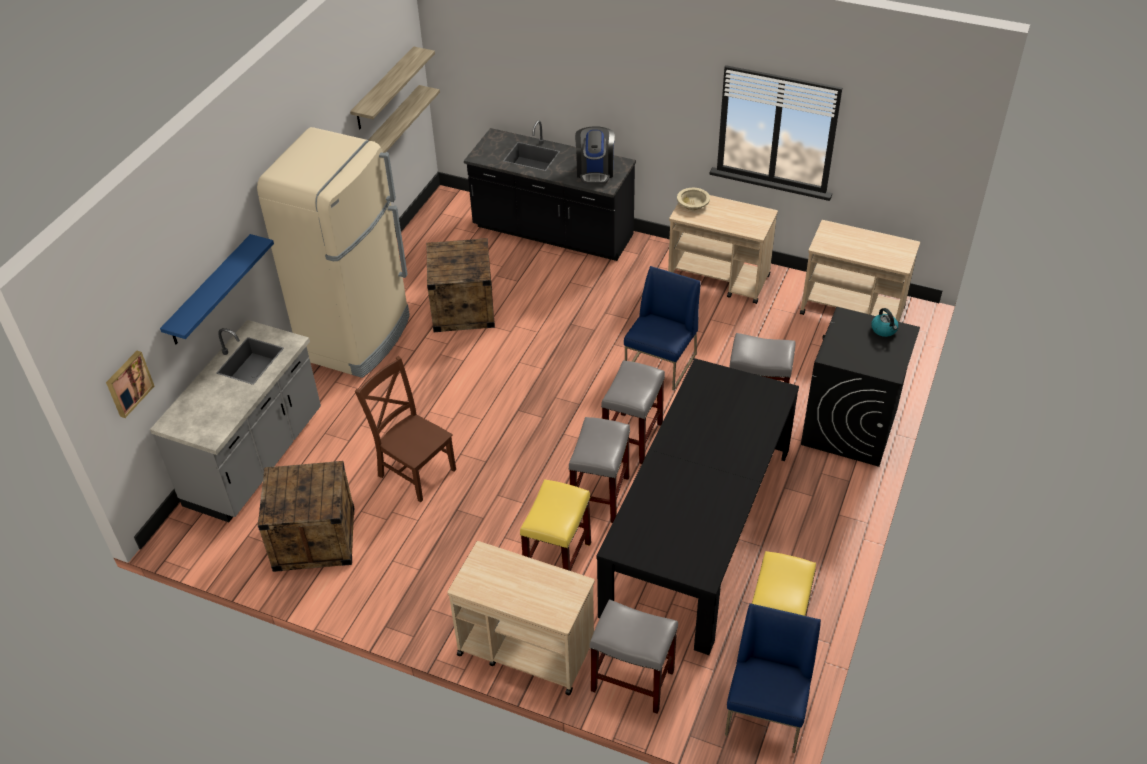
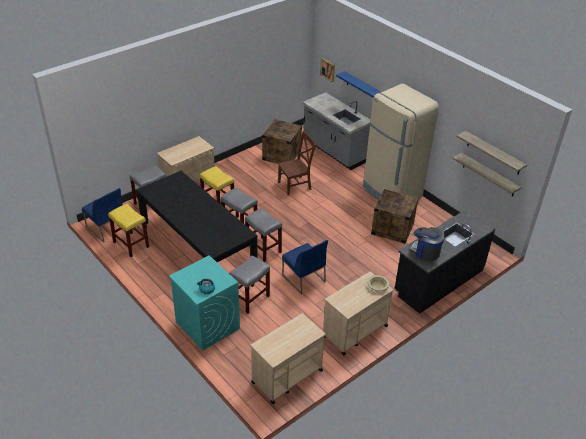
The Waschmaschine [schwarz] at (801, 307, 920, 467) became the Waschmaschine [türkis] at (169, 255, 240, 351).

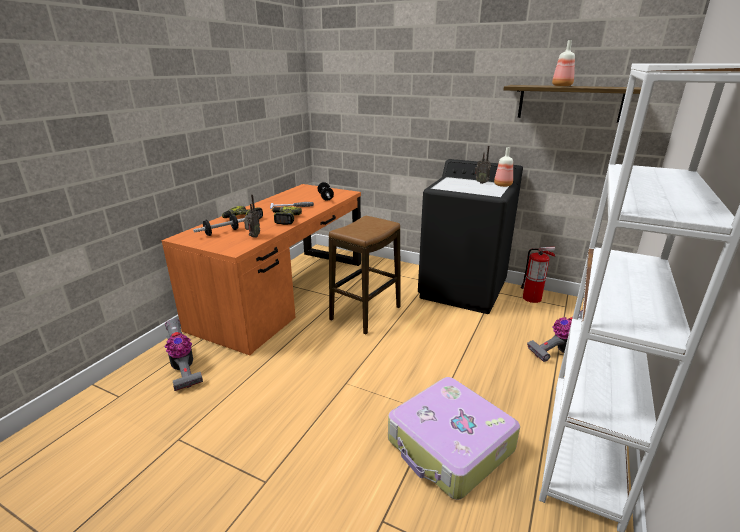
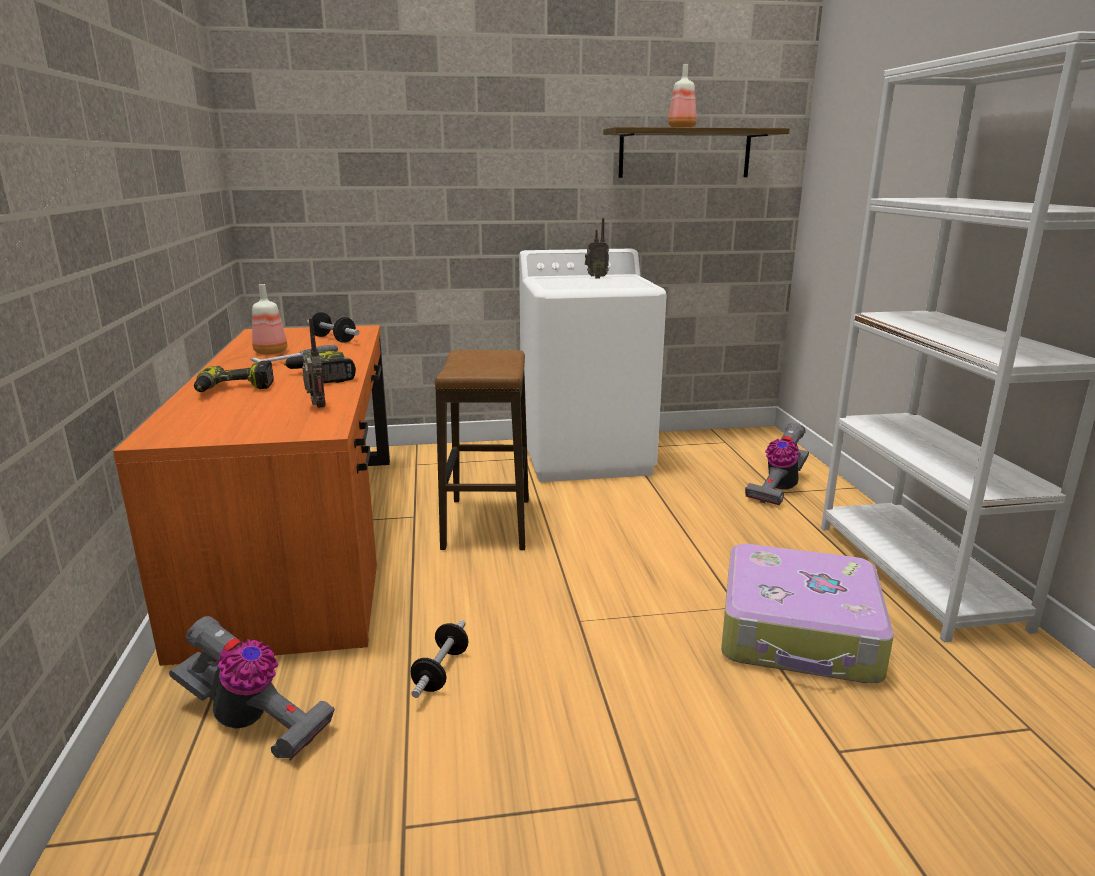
The Flasche moved from (494, 147, 513, 187) to (252, 284, 288, 355). The Hantel moved from (193, 214, 244, 236) to (411, 620, 469, 698). The Waschmaschine [schwarz] at (418, 159, 523, 314) became the Waschmaschine [weiß] at (519, 249, 667, 482). The Feuerlöscher at (521, 247, 555, 303) disappeared.

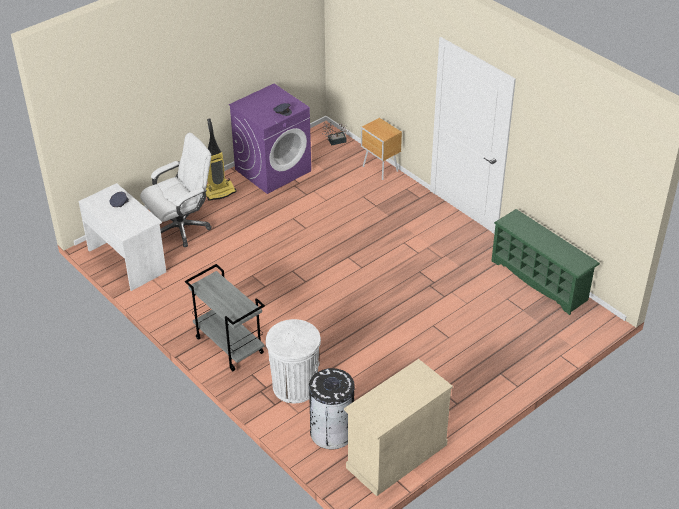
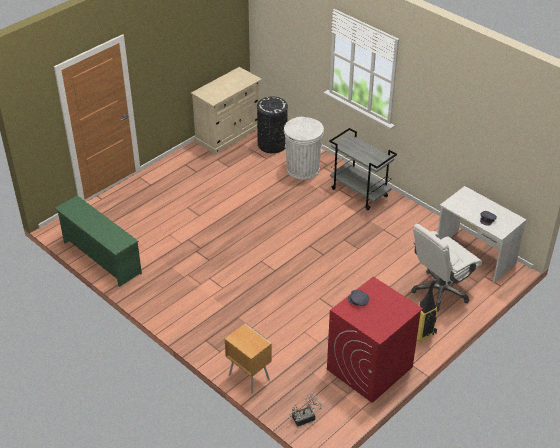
The Waschmaschine [lila] at (229, 84, 311, 194) became the Waschmaschine [rot] at (327, 277, 423, 403).

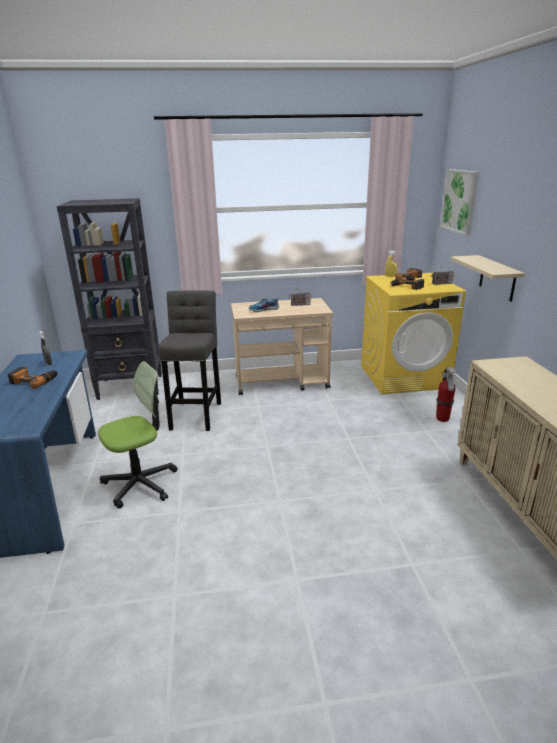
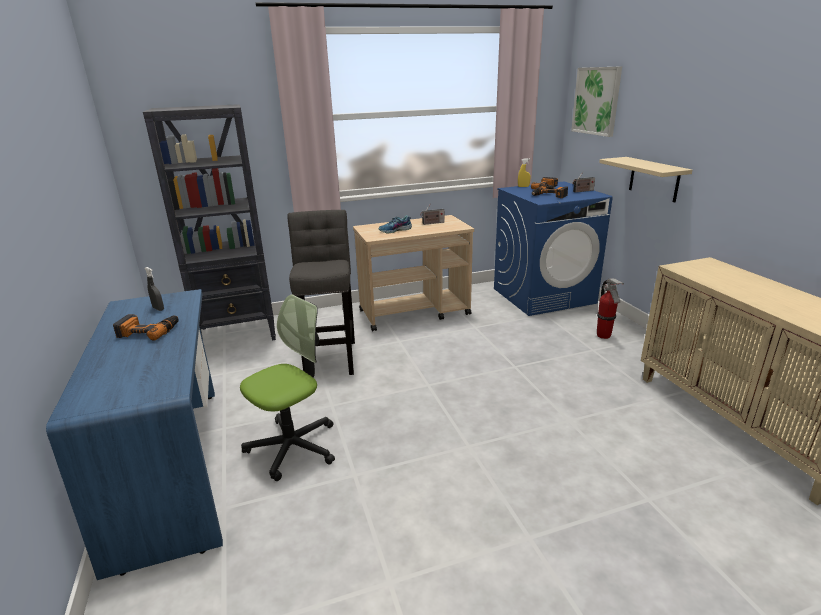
The Waschmaschine [gelb] at (361, 273, 466, 394) became the Waschmaschine [blau] at (494, 182, 613, 316).

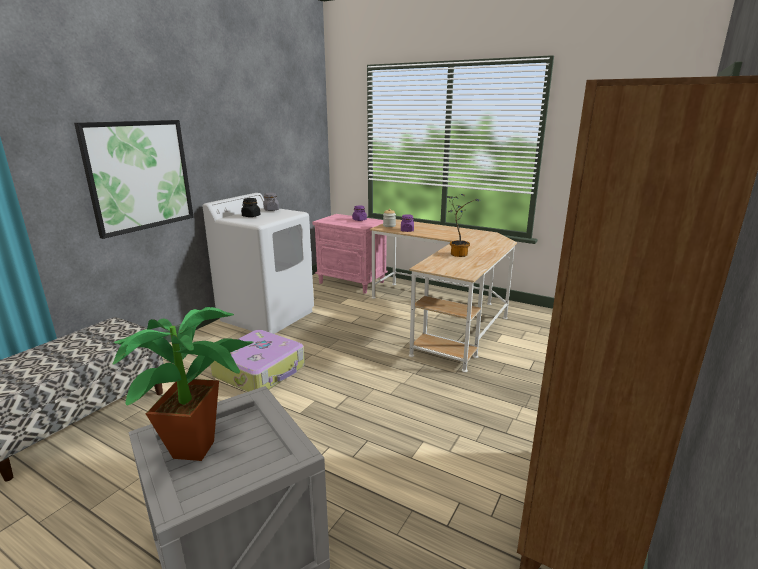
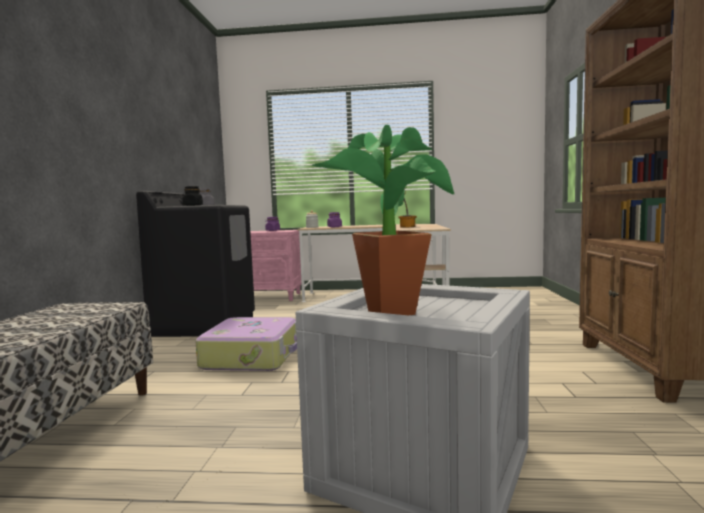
The Waschmaschine [weiß] at (203, 193, 314, 334) became the Waschmaschine [schwarz] at (136, 191, 255, 337). The Bild at (74, 120, 194, 239) disappeared.

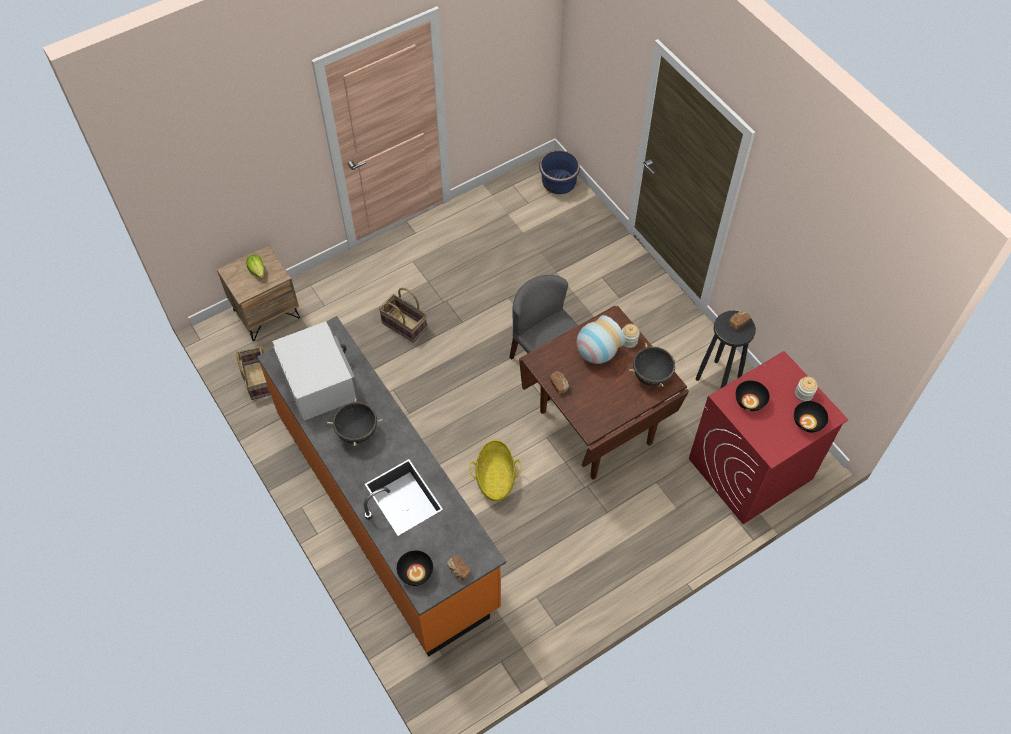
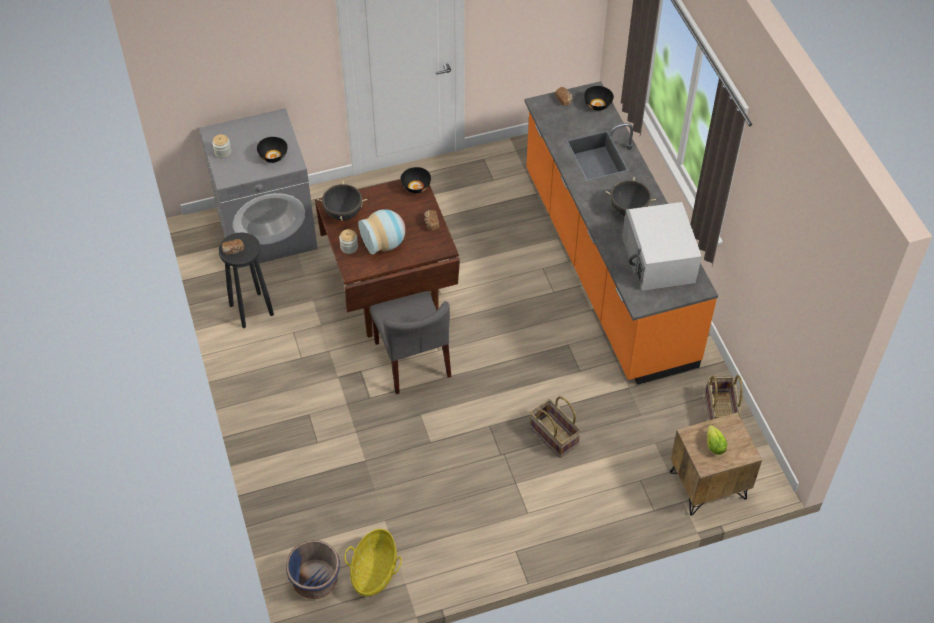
The Waschmaschine [rot] at (689, 351, 848, 524) became the Waschmaschine [grau] at (199, 108, 318, 269). The Korb moved from (469, 440, 522, 501) to (344, 529, 402, 596). The Schüssel [schwarz] moved from (794, 401, 828, 432) to (400, 167, 431, 193).

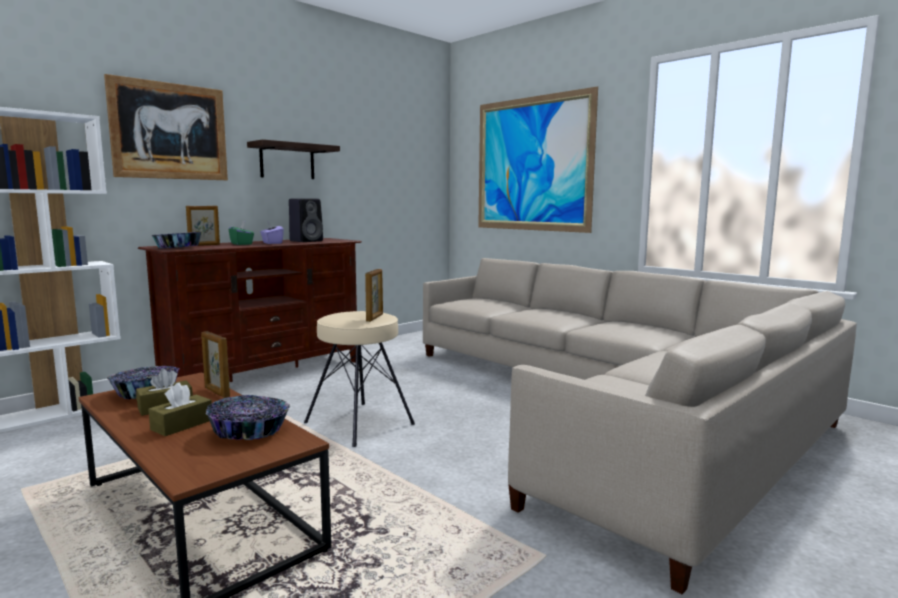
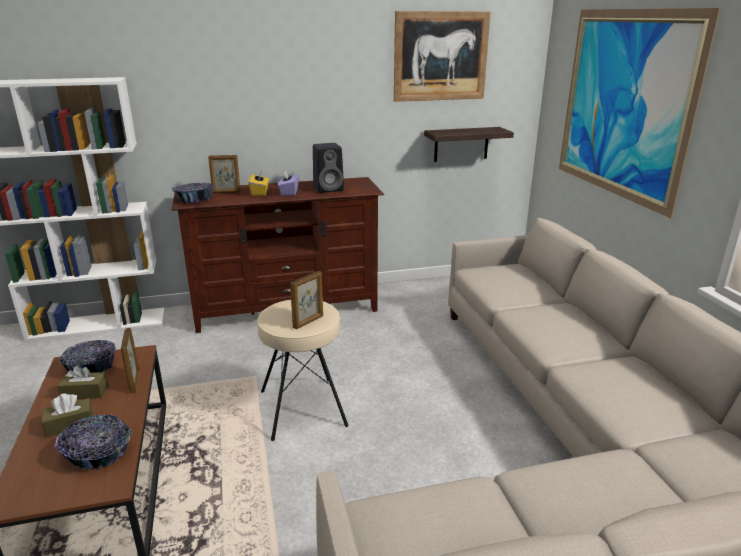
The Taschentuchbox [grün] at (229, 222, 254, 245) became the Taschentuchbox [gelb] at (248, 171, 269, 196). The Bild moved from (104, 74, 228, 180) to (394, 11, 491, 102). The Wandregal moved from (247, 139, 340, 179) to (424, 127, 514, 162).

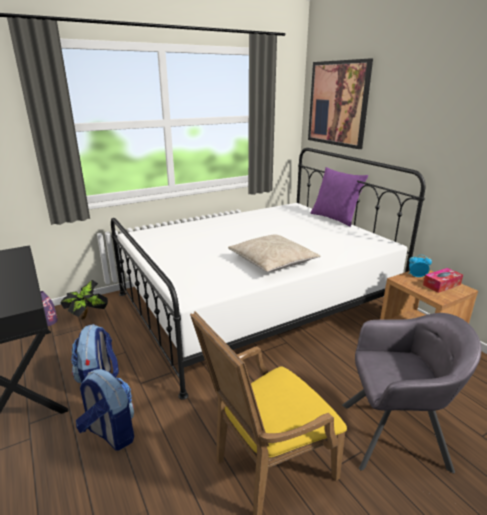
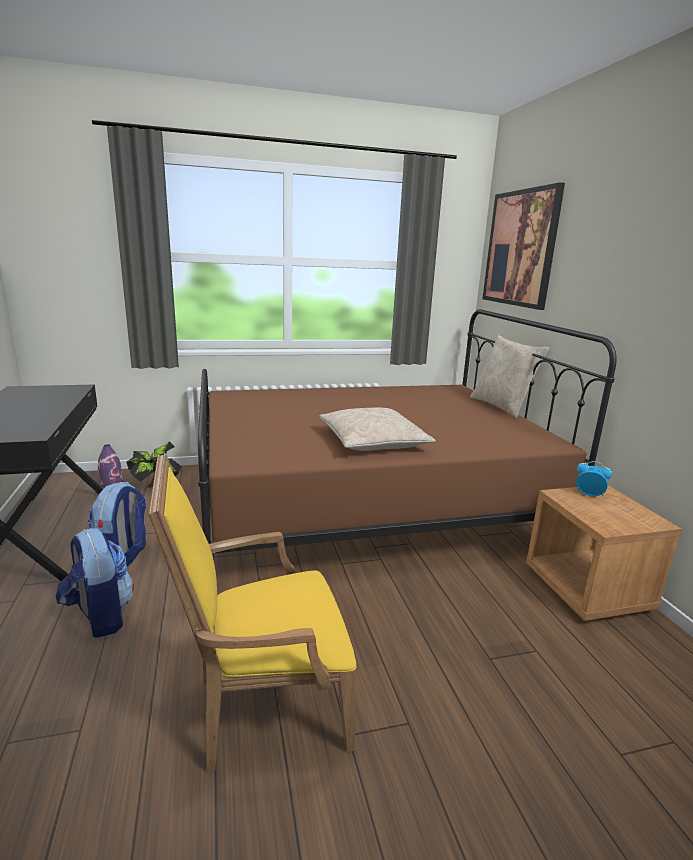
The Bett [weiß] at (111, 148, 426, 400) became the Bett [braun] at (198, 309, 617, 553). The Kissen [lila] at (310, 167, 368, 227) became the Kissen [beige] at (470, 335, 549, 418). The Sessel [grau] at (342, 313, 481, 473) disappeared. The Taschentuchbox at (423, 268, 463, 293) disappeared.

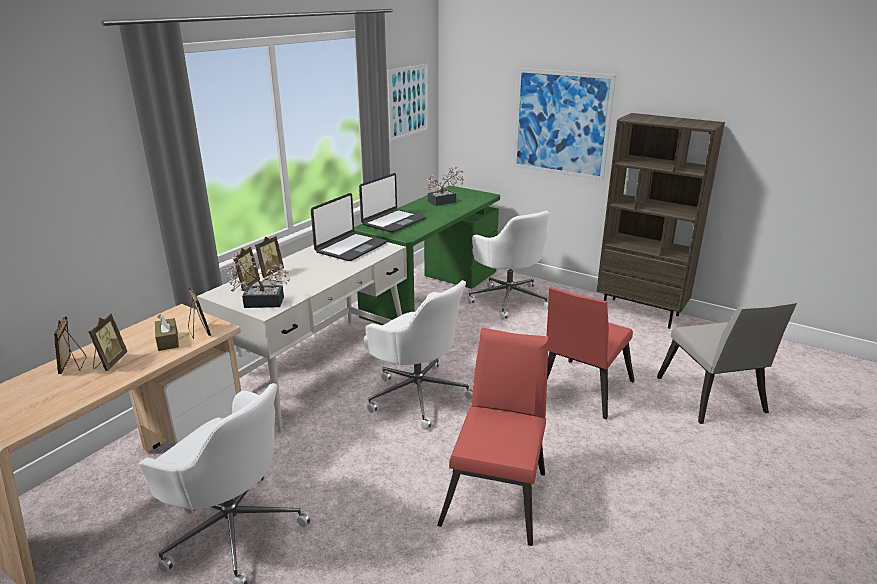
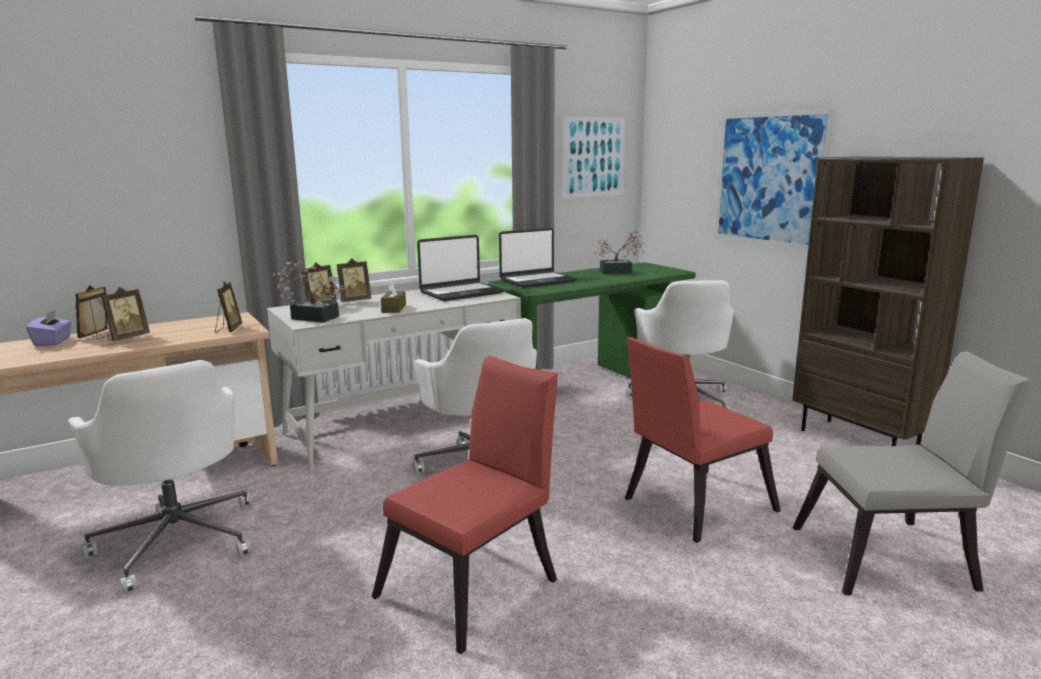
The Taschentuchbox [lila] at (26, 310, 72, 347) appeared. The Taschentuchbox [braun] moved from (155, 314, 179, 351) to (381, 281, 406, 313). The Stuhl [grau] at (657, 301, 797, 424) turned 105 degrees counterclockwise.

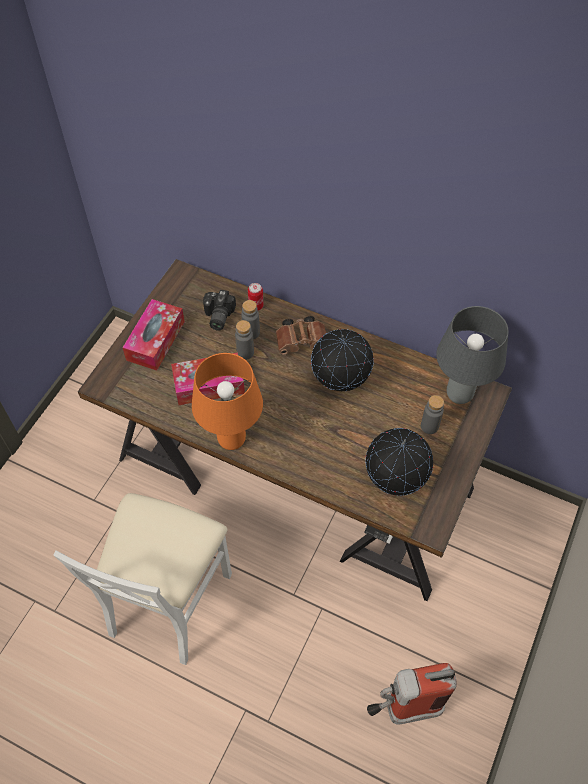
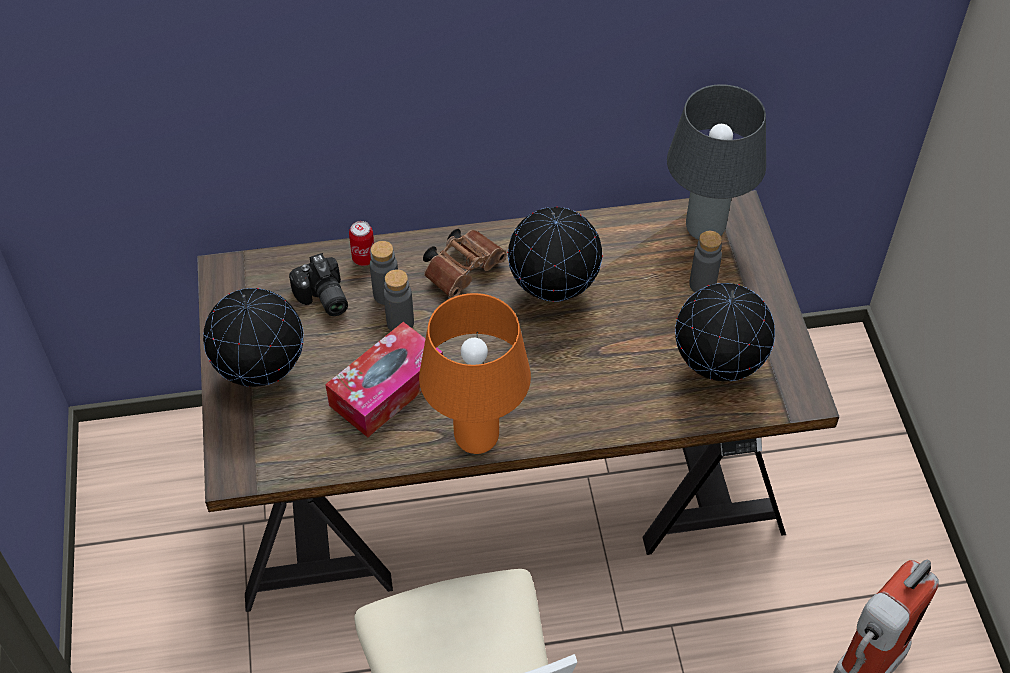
The Taschentuchbox at (122, 299, 185, 371) was replaced by the Globus at (203, 288, 303, 387).

